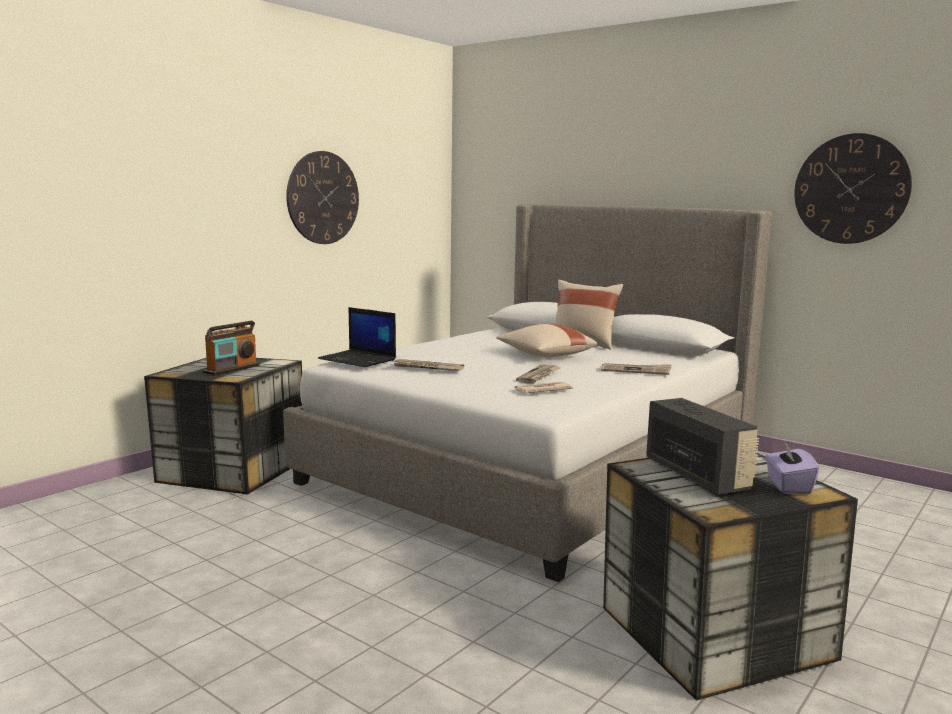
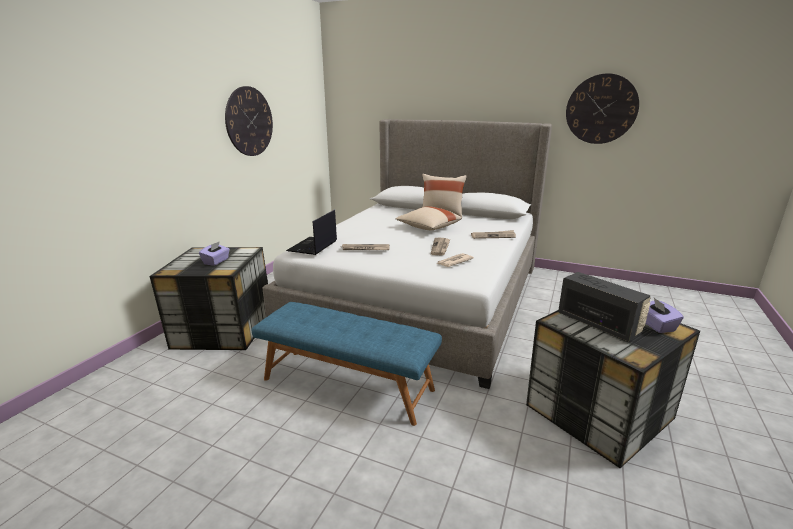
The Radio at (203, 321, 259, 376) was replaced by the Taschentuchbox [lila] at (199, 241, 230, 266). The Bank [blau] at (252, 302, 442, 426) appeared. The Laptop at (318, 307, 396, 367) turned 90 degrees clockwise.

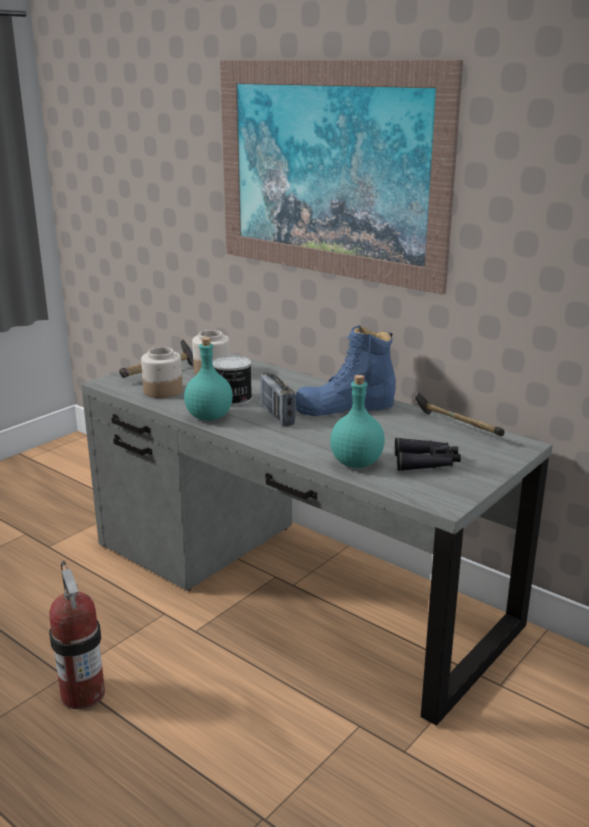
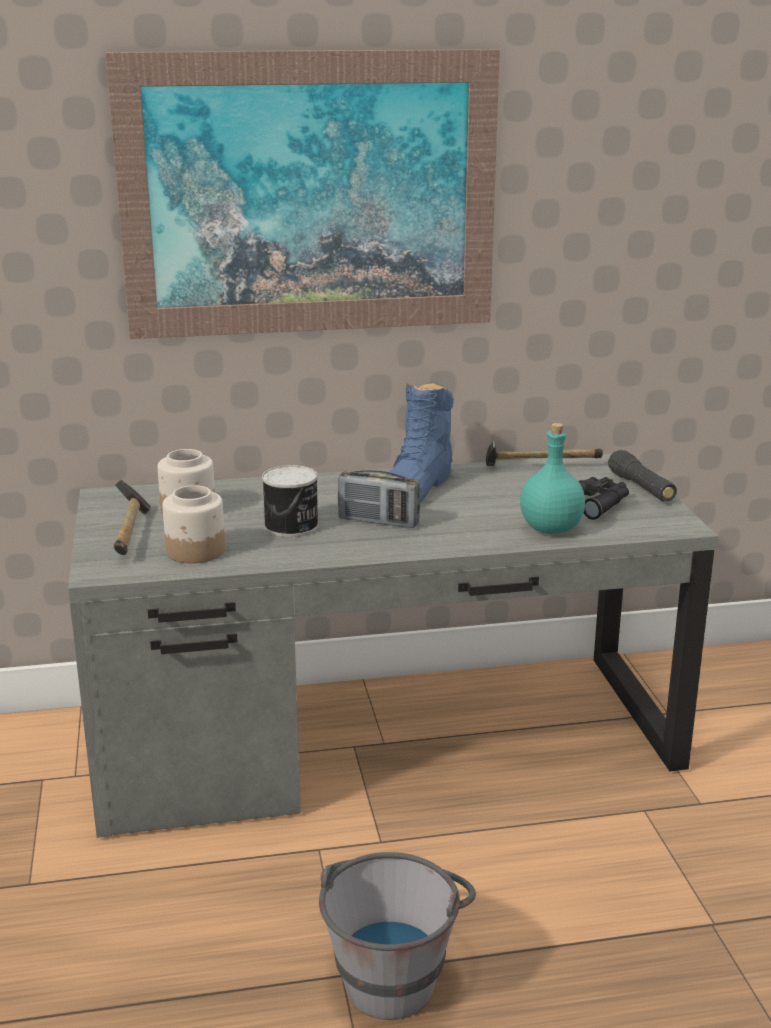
The Feuerlöscher at (49, 561, 105, 709) was replaced by the Eimer [grau] at (319, 852, 476, 1020). The Taschenlampe [schwarz] at (608, 450, 677, 502) appeared. The Flasche [türkis] at (184, 337, 233, 421) disappeared.

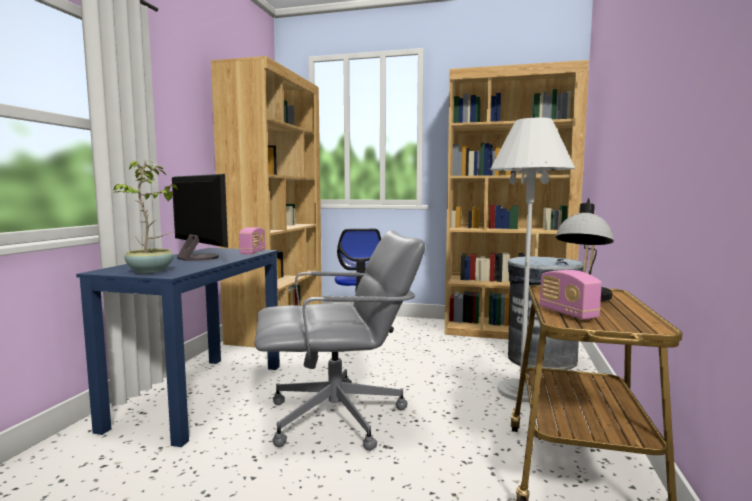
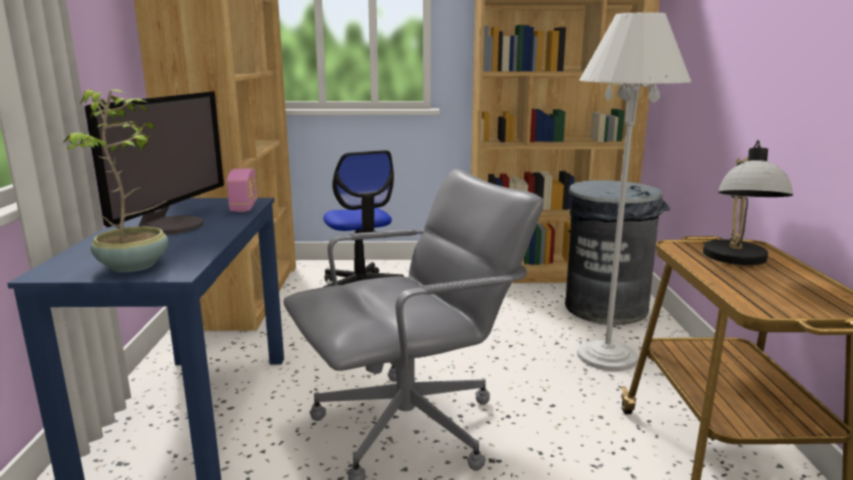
The Monitor at (172, 174, 228, 261) turned 75 degrees clockwise. The Radio at (540, 270, 602, 320) disappeared.

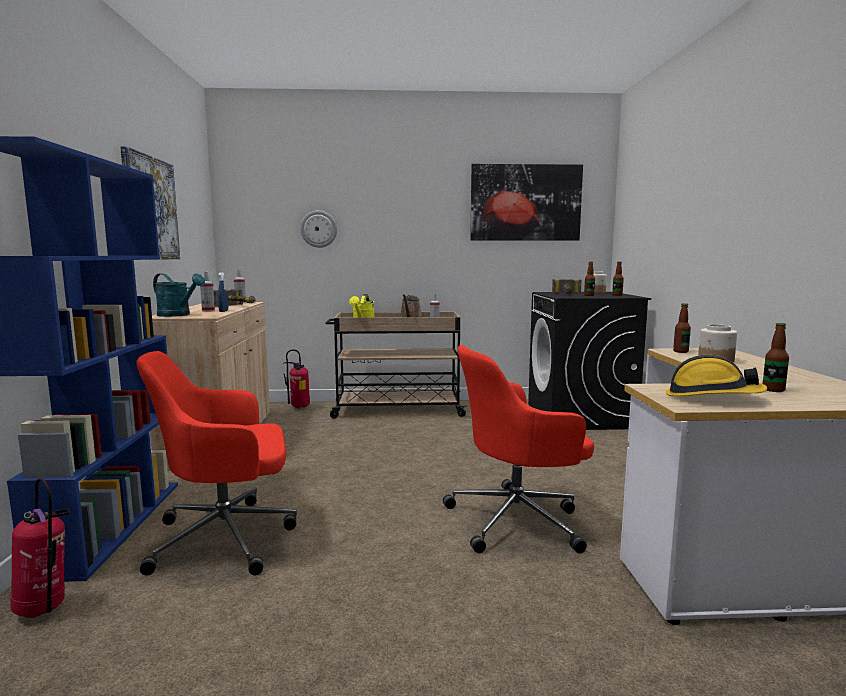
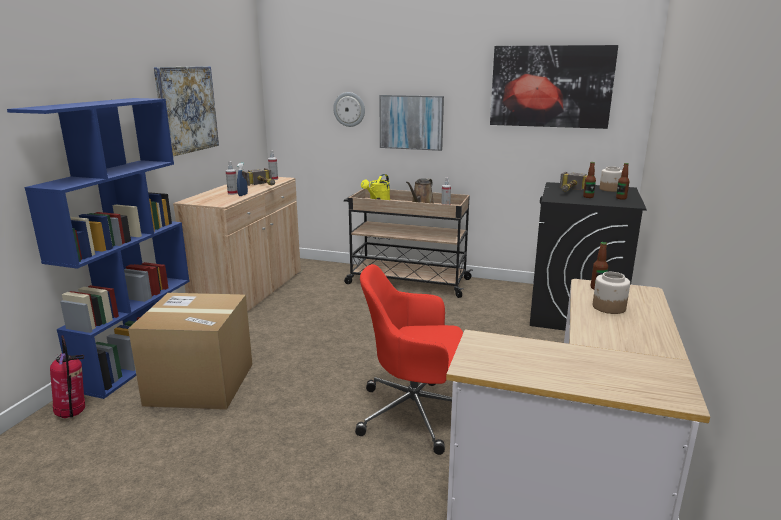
The Bürostuhl [rot] at (136, 351, 297, 576) was replaced by the Karton at (128, 293, 253, 410). The Bild at (379, 95, 444, 151) appeared. The Gießkanne [türkis] at (153, 273, 205, 317) disappeared. The Feuerlöscher at (283, 349, 310, 408) disappeared. The Schutzhelm at (666, 355, 767, 396) disappeared. The Flasche at (762, 323, 789, 392) disappeared.

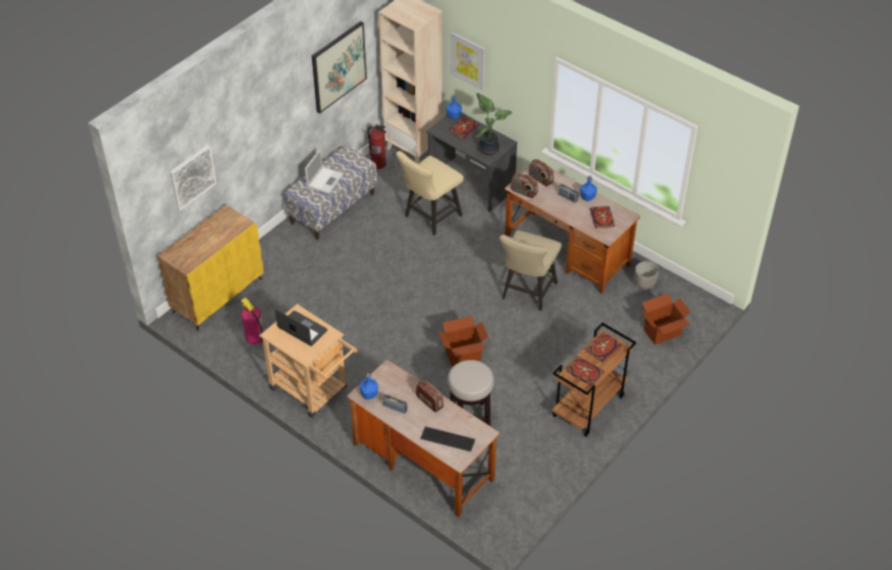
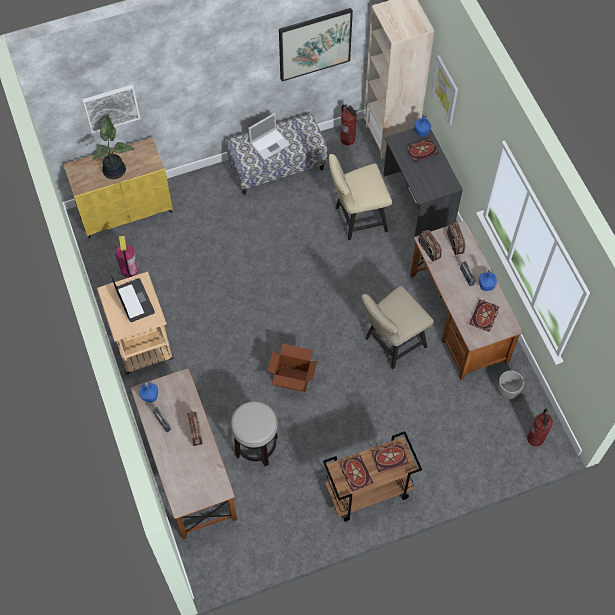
The Topfpflanze moved from (476, 93, 512, 155) to (92, 114, 134, 179). The Feuerlöscher at (527, 408, 553, 447) appeared. The Tastatur at (421, 427, 475, 452) disappeared. The Karton at (642, 293, 691, 345) disappeared.

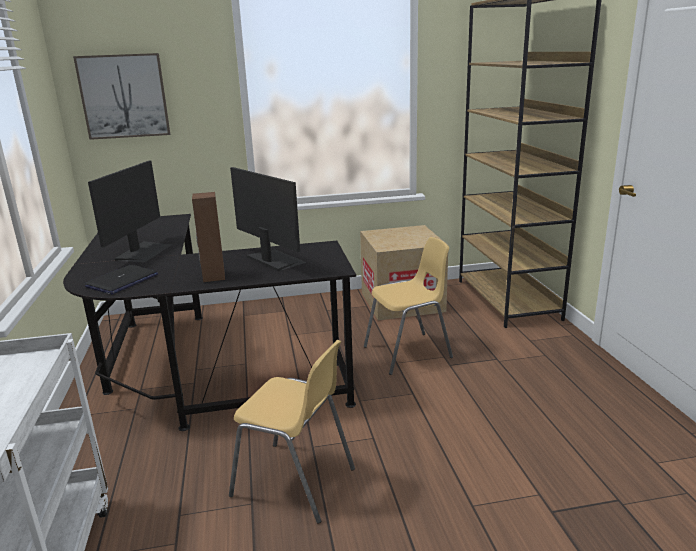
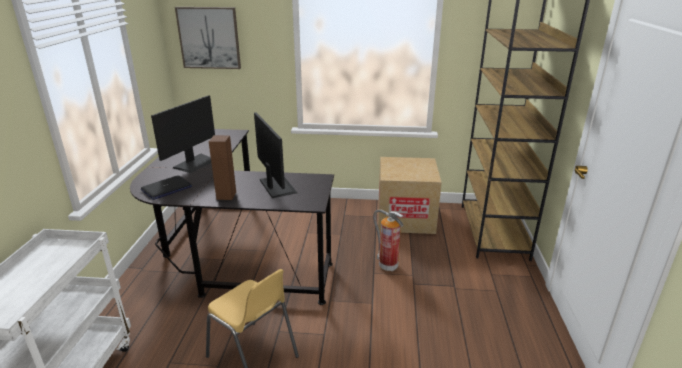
The Stuhl [gelb] at (364, 237, 453, 375) was replaced by the Feuerlöscher at (373, 209, 403, 271).

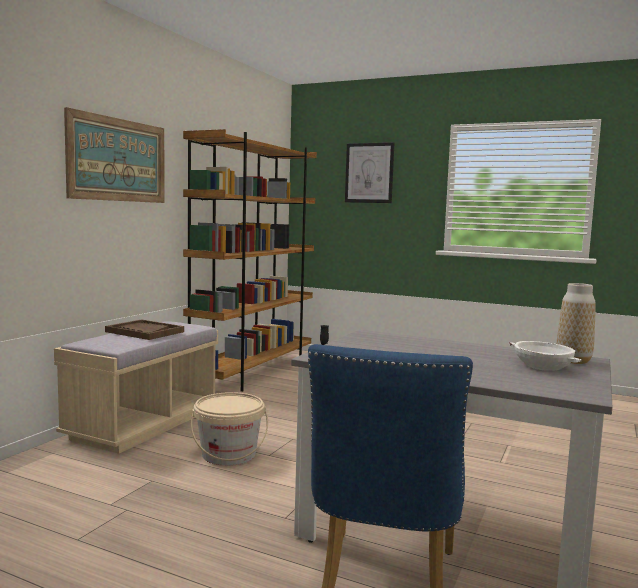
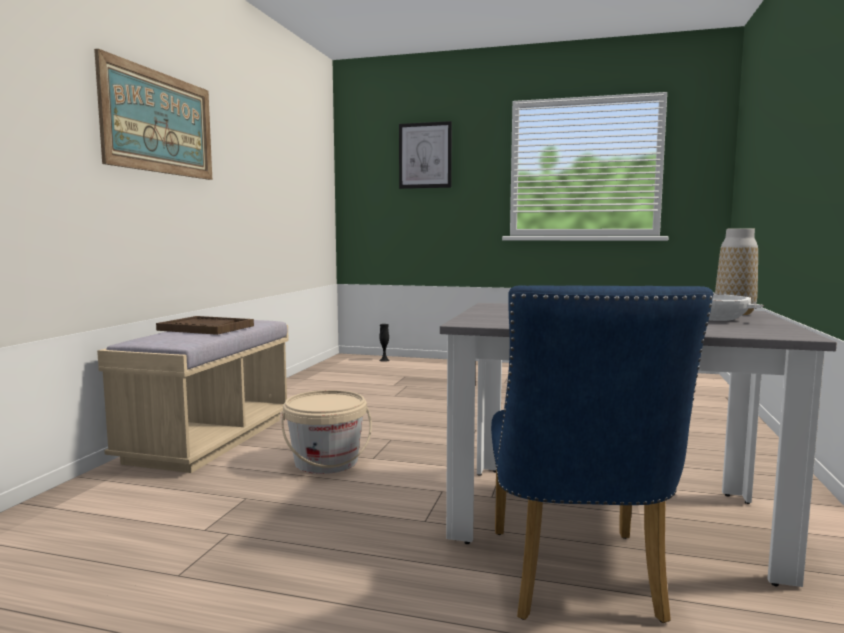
The Bücherregal [braun] at (183, 129, 317, 392) disappeared.

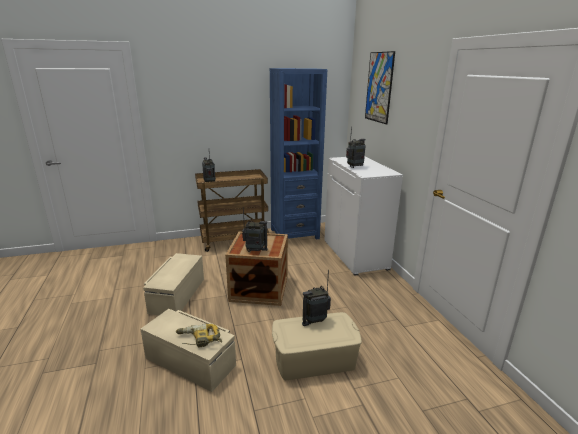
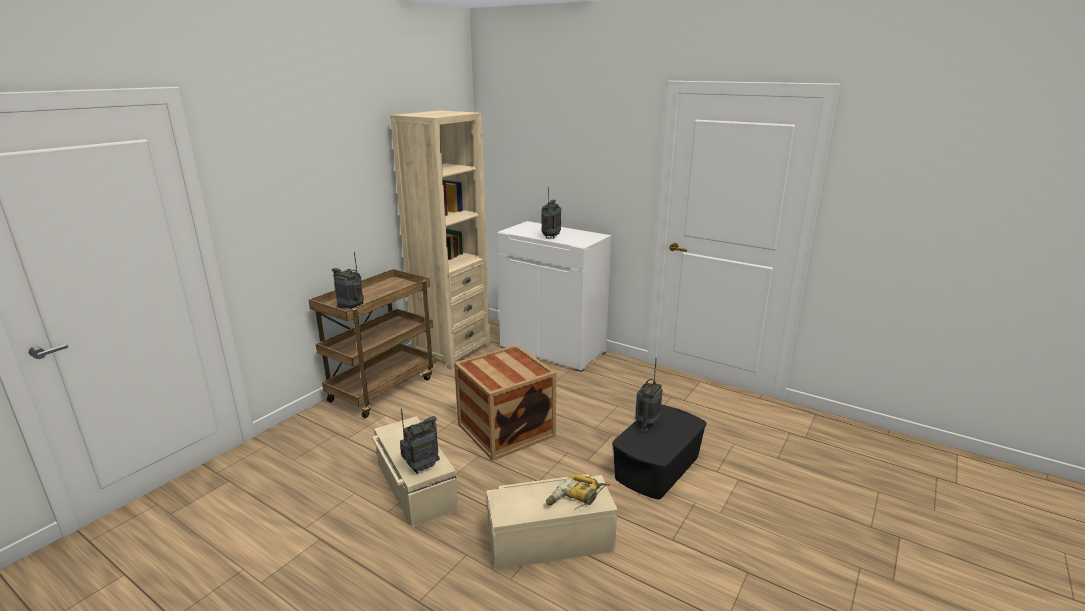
The Bücherregal [blau] at (270, 68, 327, 239) became the Bücherregal [beige] at (390, 110, 490, 370). The Radio moved from (242, 207, 268, 252) to (400, 408, 440, 474). The Aufbewahrungsbox [beige] at (272, 312, 362, 380) became the Aufbewahrungsbox [schwarz] at (612, 404, 707, 500). The Bild at (365, 51, 395, 124) disappeared.

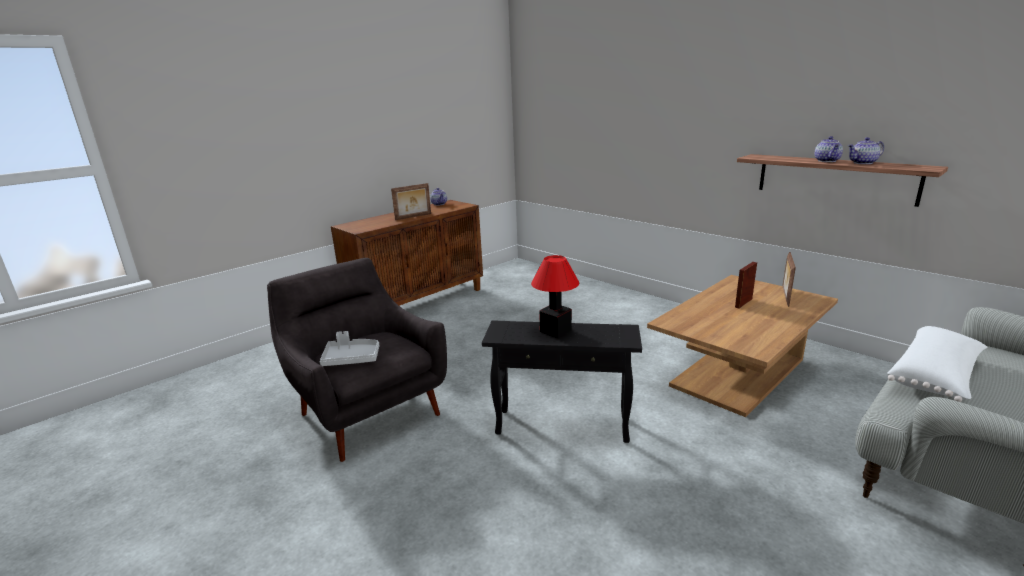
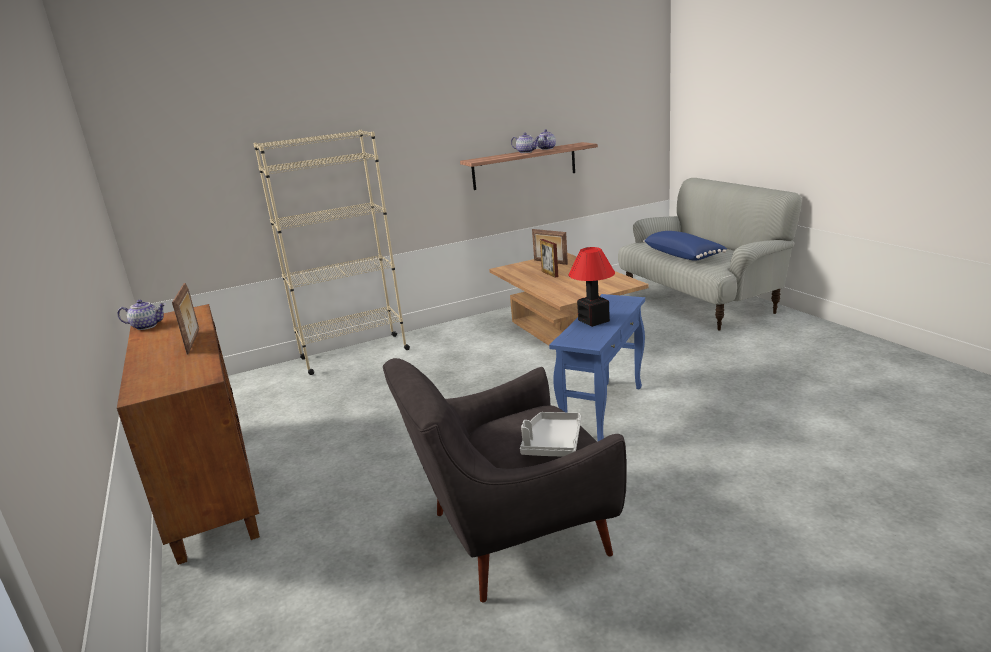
The Bücherregal [beige] at (254, 130, 410, 375) appeared. The Beistelltisch [schwarz] at (482, 320, 642, 443) became the Beistelltisch [blau] at (549, 294, 645, 441). The Kissen [weiß] at (887, 326, 988, 402) became the Kissen [blau] at (643, 231, 727, 261).

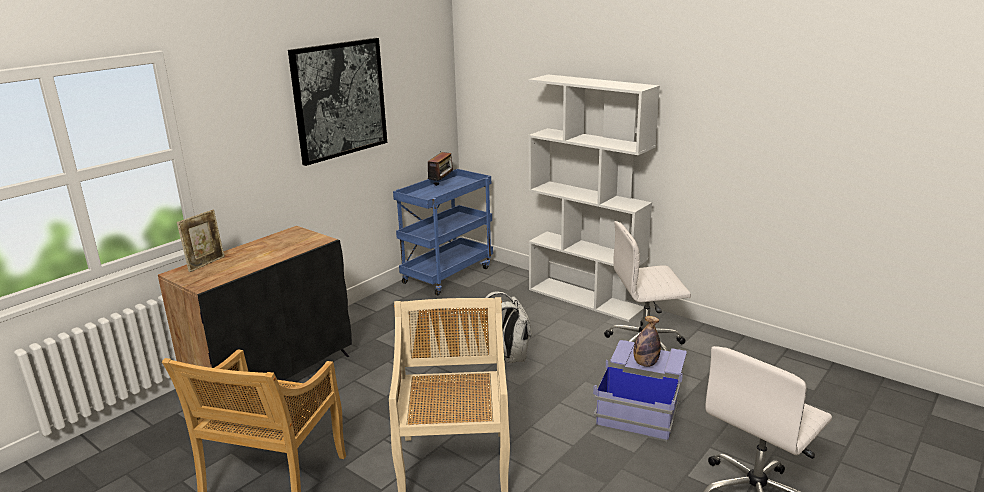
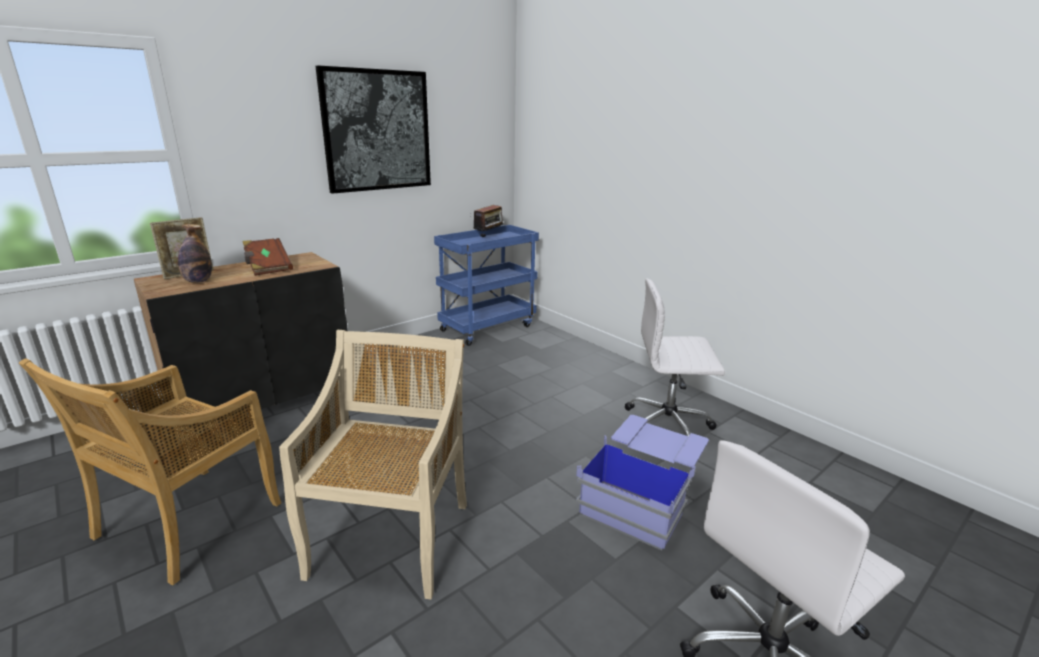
The Flasche moved from (633, 316, 661, 367) to (178, 224, 212, 283). The Buch [braun] at (243, 238, 293, 276) appeared. The Rucksack [weiß] at (479, 291, 532, 363) disappeared. The Bücherregal [weiß] at (528, 74, 660, 322) disappeared.

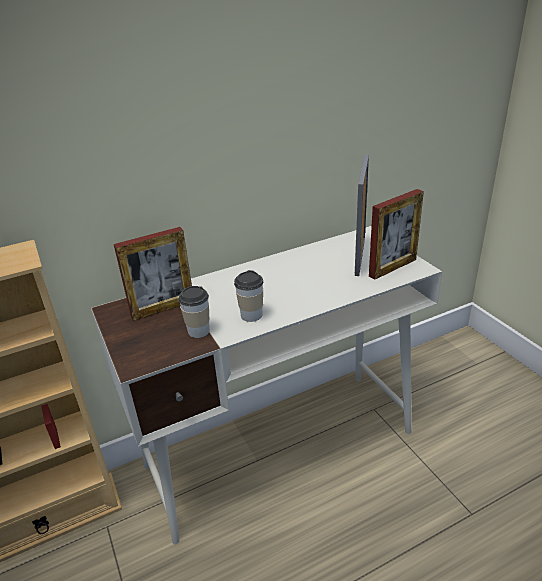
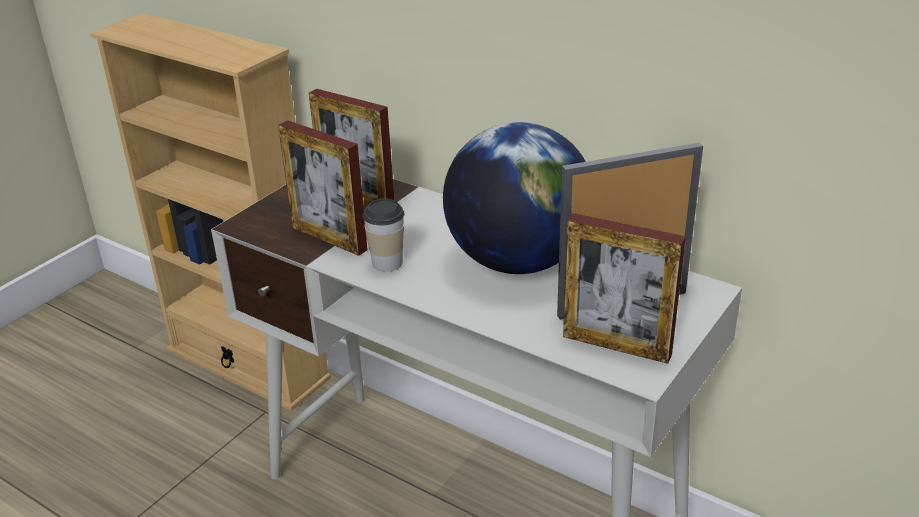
The Tasse at (178, 286, 210, 338) was replaced by the Bilderrahmen at (278, 120, 368, 256). The Globus at (443, 122, 586, 274) appeared.

